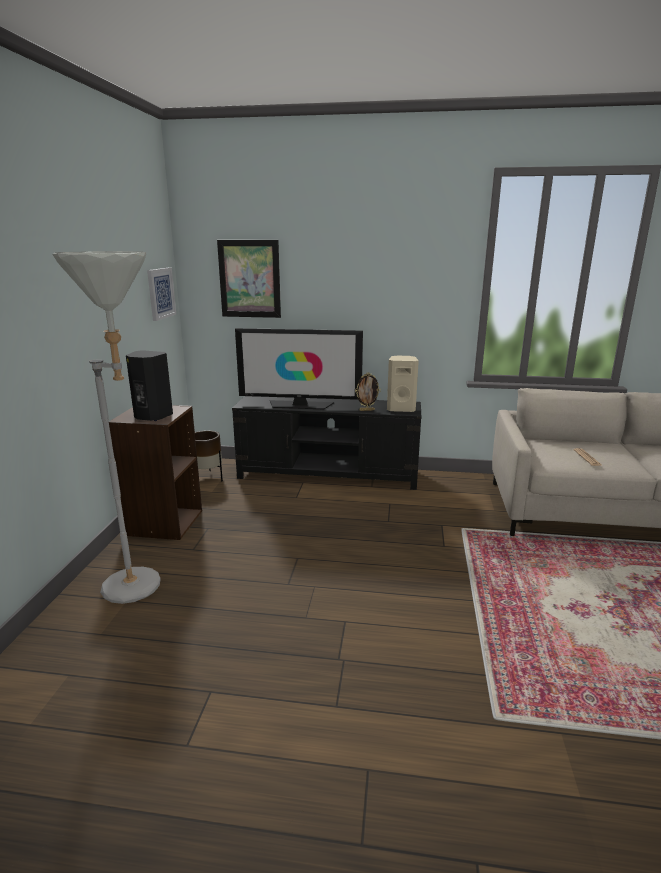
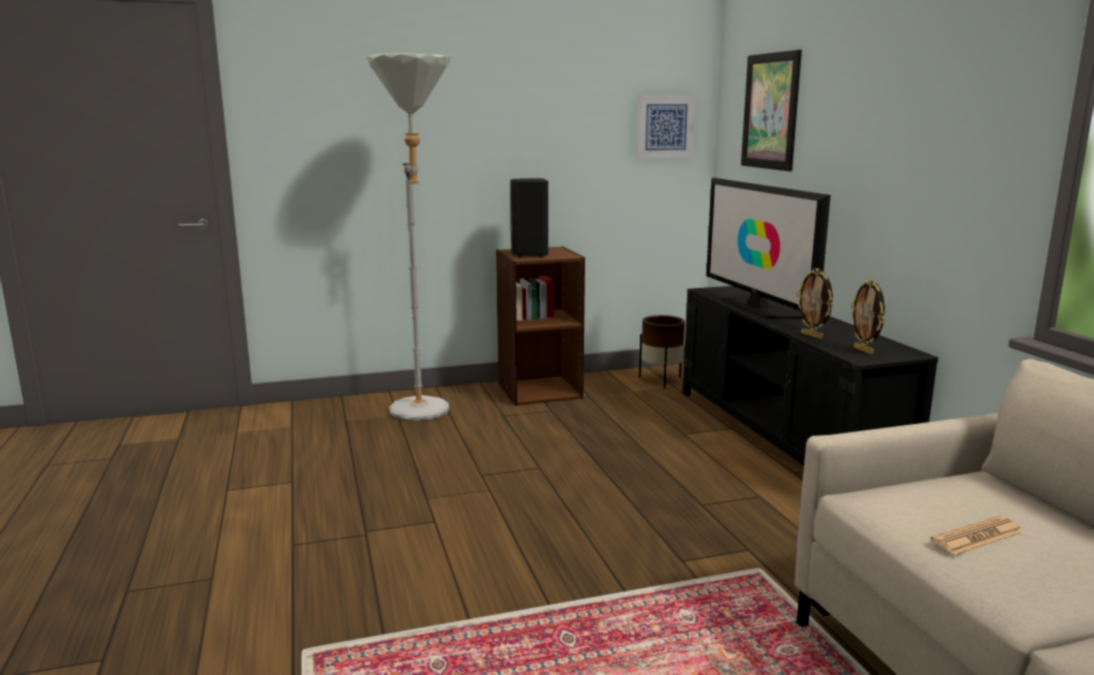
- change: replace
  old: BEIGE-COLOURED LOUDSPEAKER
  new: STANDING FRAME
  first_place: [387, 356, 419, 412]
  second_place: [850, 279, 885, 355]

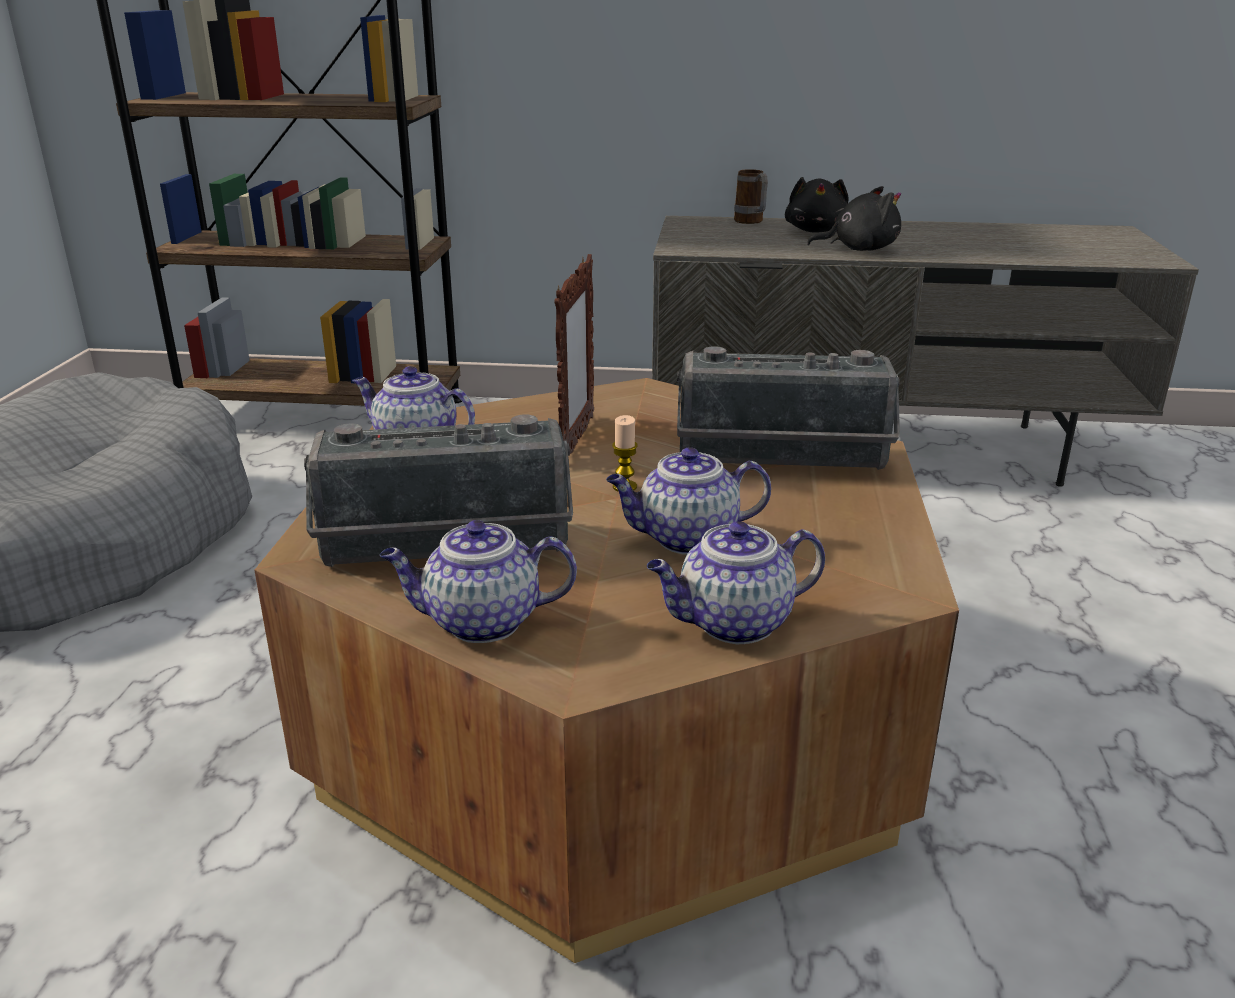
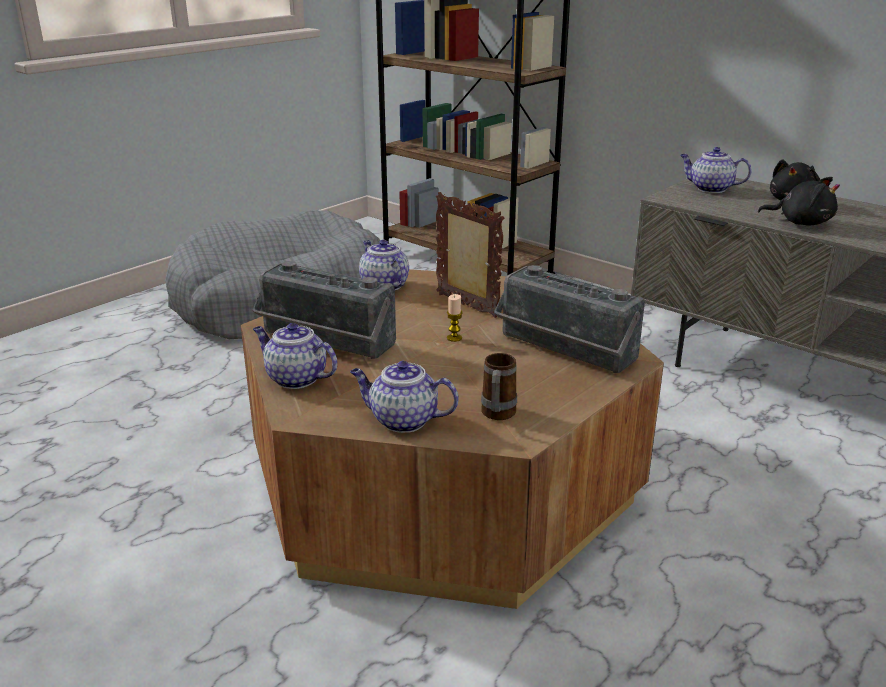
- change: move
  old: COFFEE MUG
  first_place: [734, 169, 768, 224]
  second_place: [481, 353, 517, 420]
- change: rotate
  old: STANDING FRAME
  first_place: [555, 254, 594, 454]
  second_place: [436, 192, 504, 318]
  degrees: -90
- change: move
  old: POT FOR TEA
  first_place: [606, 447, 771, 555]
  second_place: [680, 147, 752, 193]

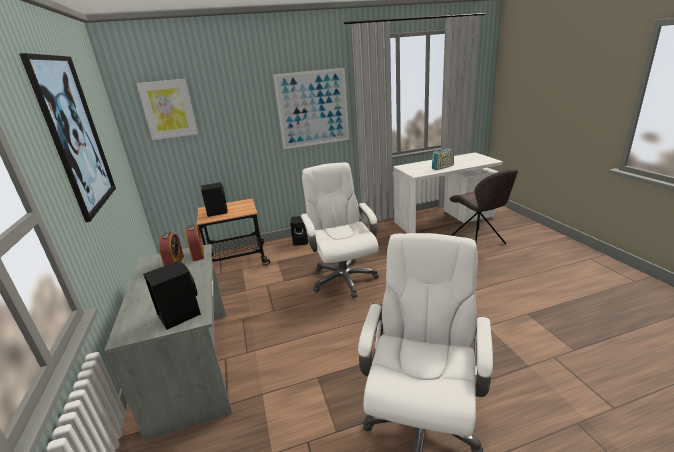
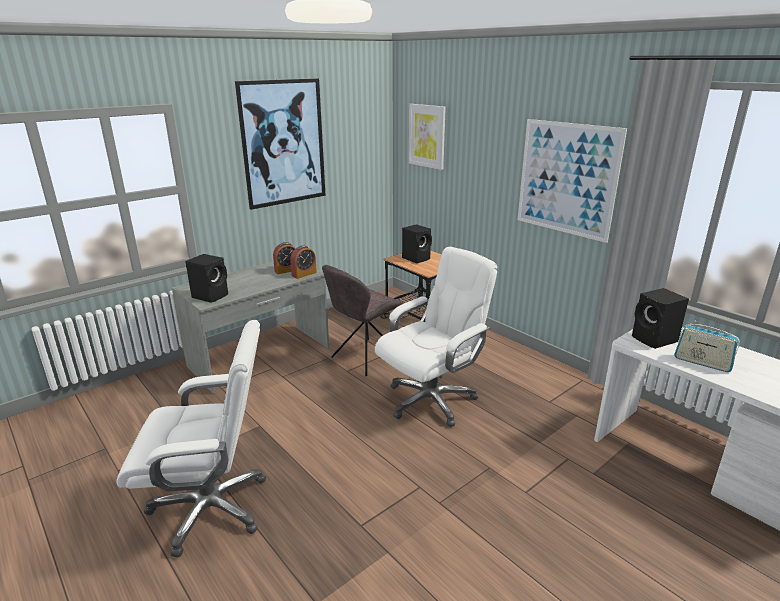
- change: move
  old: GRAY UPRIGHT CHAIR
  first_place: [450, 168, 518, 244]
  second_place: [322, 265, 404, 376]
- change: move
  old: BLACKISH LOUDSPEAKER
  first_place: [290, 216, 308, 245]
  second_place: [632, 288, 689, 349]

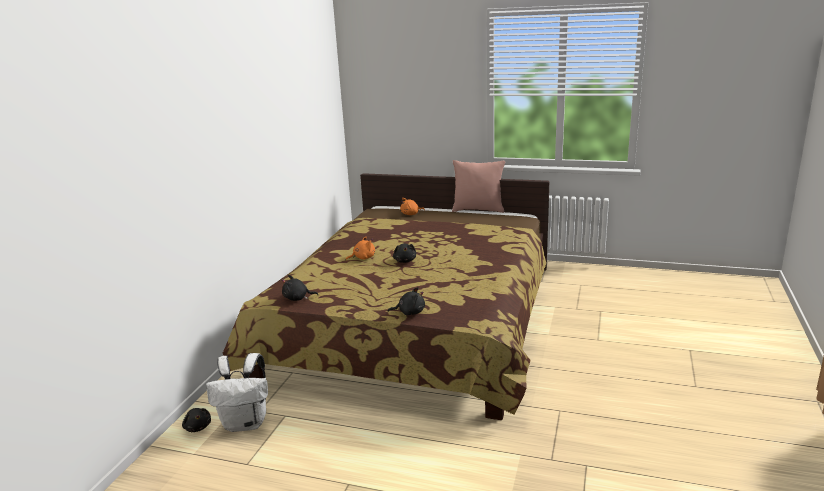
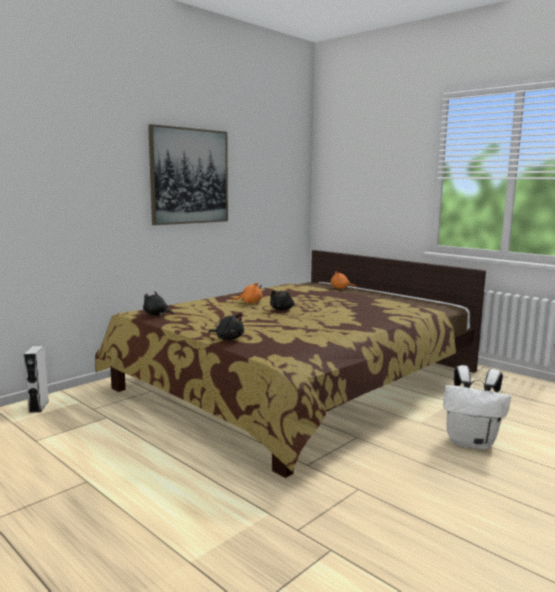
- change: delete
  old: PINK-COLOURED CUSHION
  first_place: [452, 160, 505, 213]
- change: move
  old: WHITE-COLOURED RUCKSACK
  first_place: [206, 353, 268, 432]
  second_place: [443, 365, 511, 450]
- change: replace
  old: BLACKISH SOFT TOY
  new: GRAY LOUDSPEAKER
  first_place: [182, 408, 211, 432]
  second_place: [24, 345, 49, 413]
- change: insert
  new: PICTURE
  second_place: [148, 124, 228, 225]

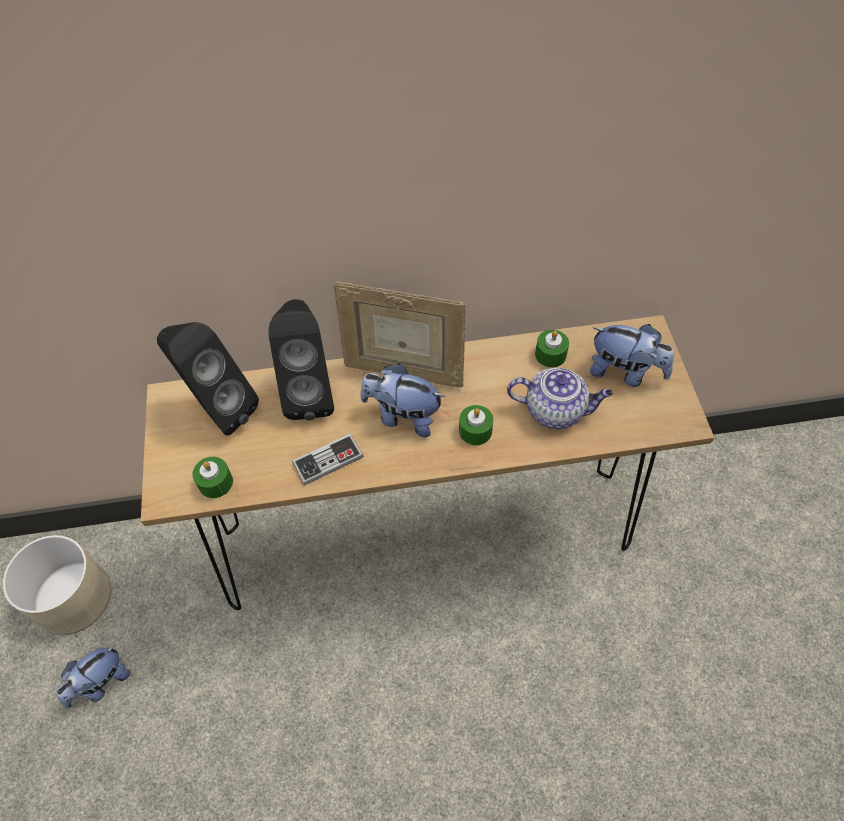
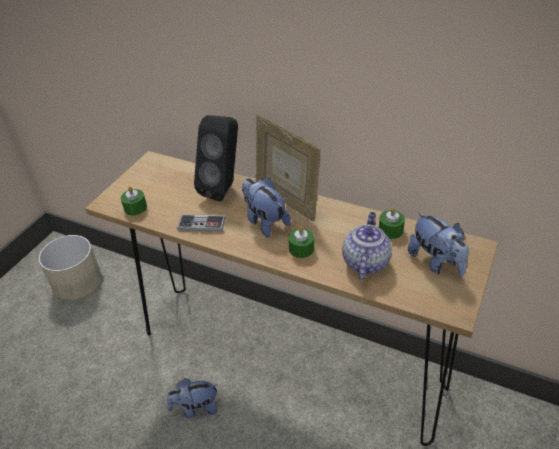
- change: delete
  old: BLACKISH LOUDSPEAKER
  first_place: [157, 322, 259, 436]
- change: rotate
  old: POT FOR TEA
  first_place: [507, 367, 613, 429]
  second_place: [342, 212, 392, 280]
  degrees: -120
- change: move
  old: SOFT TOY
  first_place: [56, 645, 130, 708]
  second_place: [167, 378, 218, 418]

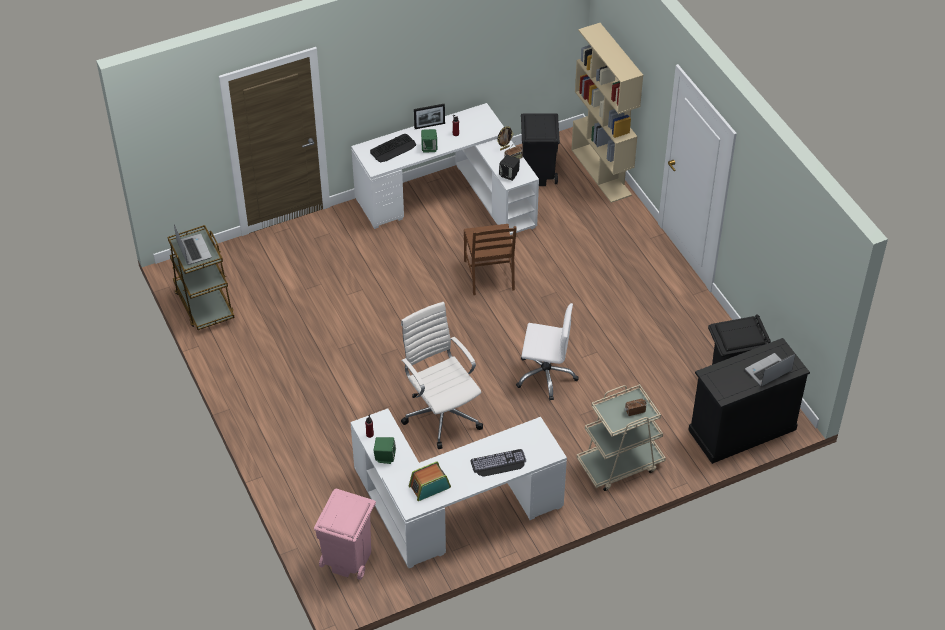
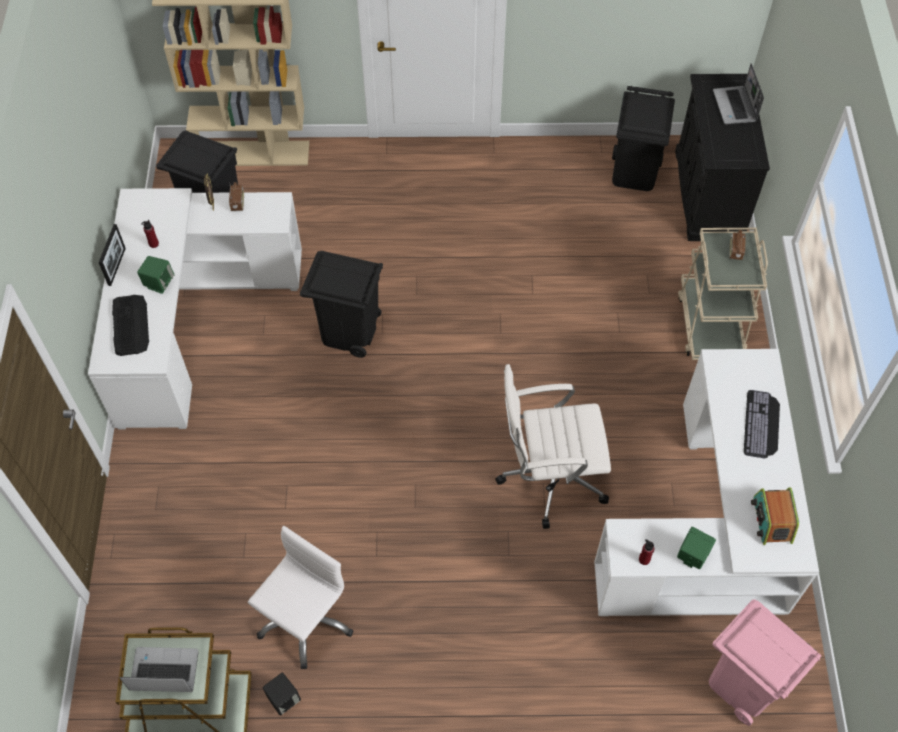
- change: move
  old: BLACKISH LOUDSPEAKER
  first_place: [499, 155, 520, 181]
  second_place: [262, 673, 301, 715]
- change: replace
  old: BROWN UPRIGHT CHAIR
  new: BLACKISH WASTE BIN
  first_place: [464, 224, 517, 295]
  second_place: [300, 251, 383, 358]
- change: move
  old: WHITE-COLOURED OFFICE CHAIR
  first_place: [516, 303, 579, 400]
  second_place: [248, 526, 353, 669]

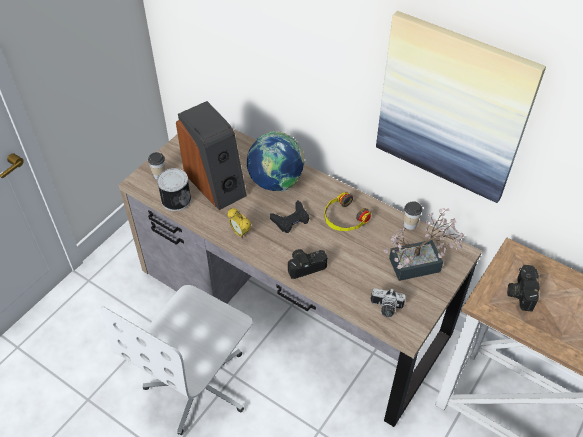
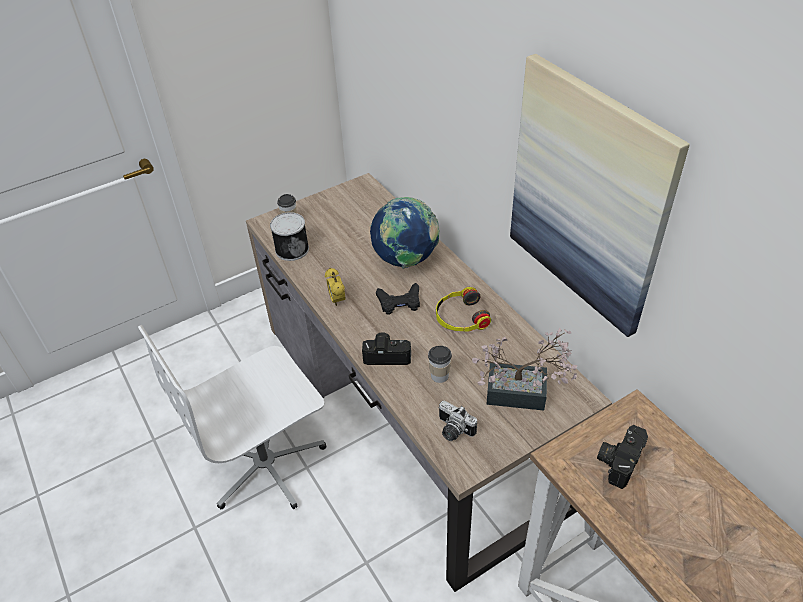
- change: delete
  old: LOUDSPEAKER
  first_place: [176, 101, 247, 210]
- change: move
  old: SMALL CUP
  first_place: [404, 201, 422, 230]
  second_place: [428, 345, 452, 383]

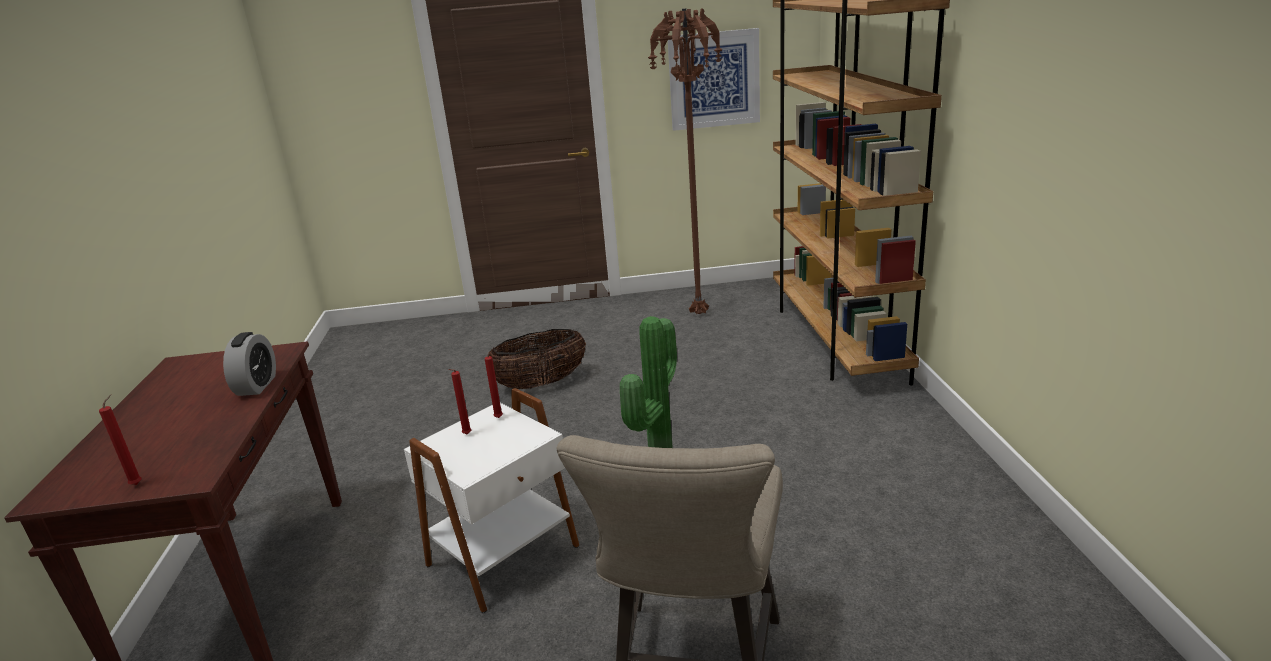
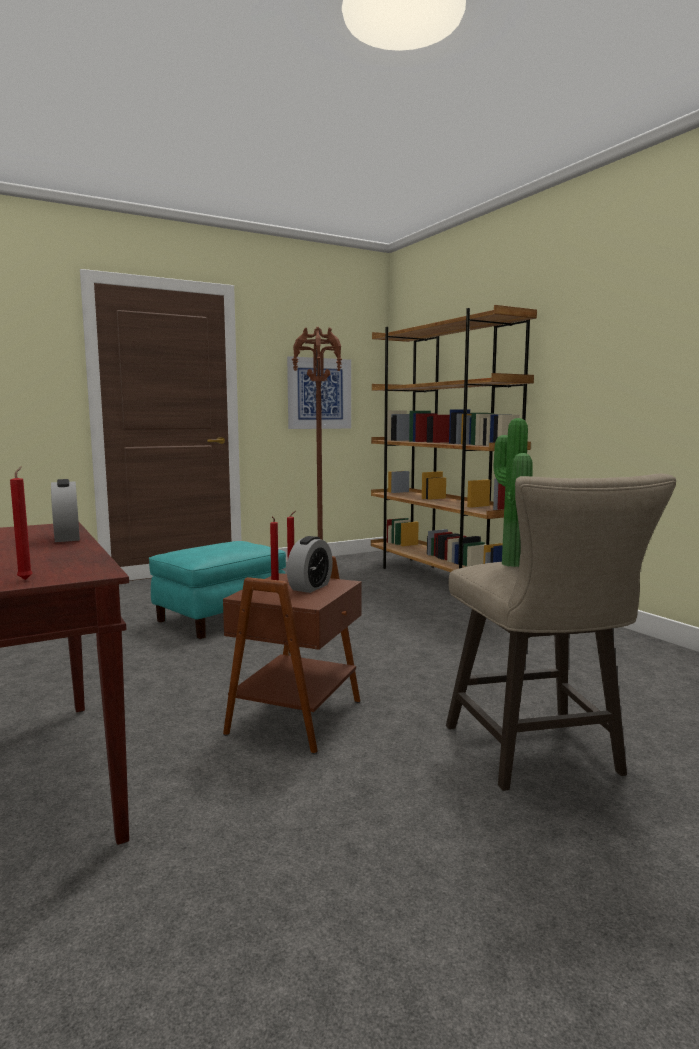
- change: replace
  old: HOUSEHOLD BASKET
  new: BLUE-GREEN POUFFE
  first_place: [487, 329, 586, 389]
  second_place: [149, 541, 286, 639]
- change: recolor
  old: WHITE-COLOURED ACCENT TABLE
  new: BROWN ACCENT TABLE
  first_place: [404, 388, 580, 613]
  second_place: [223, 556, 362, 754]
- change: insert
  new: ALARM CLOCK
  second_place: [287, 536, 333, 593]

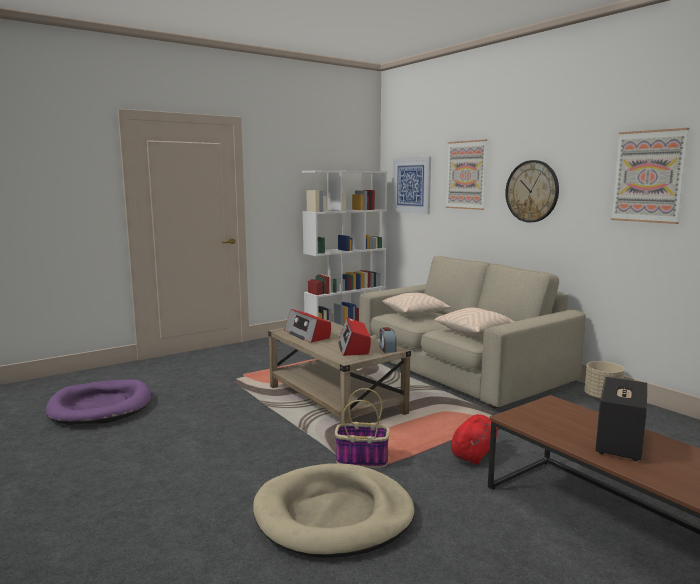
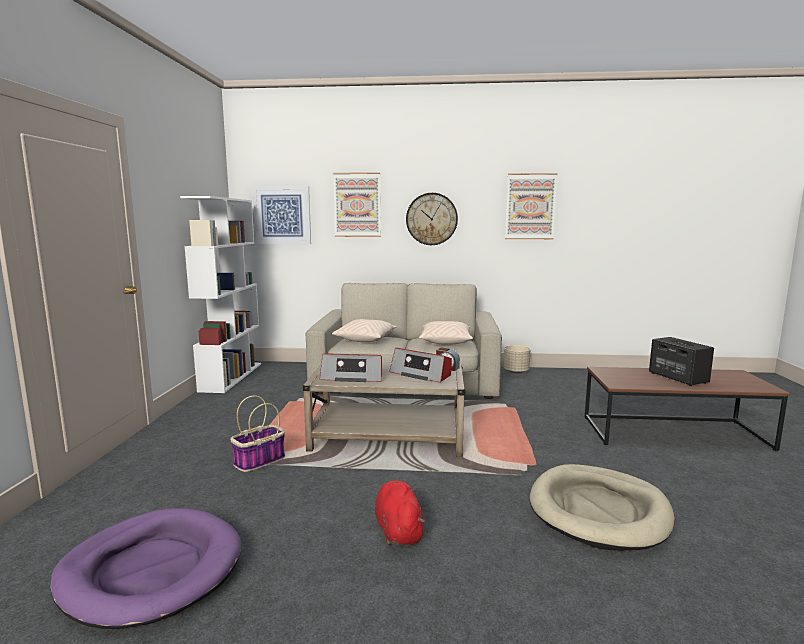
- change: move
  old: HOUSEHOLD BASKET
  first_place: [335, 388, 390, 468]
  second_place: [230, 396, 285, 472]
- change: move
  old: RED SOFT TOY
  first_place: [451, 414, 499, 465]
  second_place: [375, 481, 426, 546]

